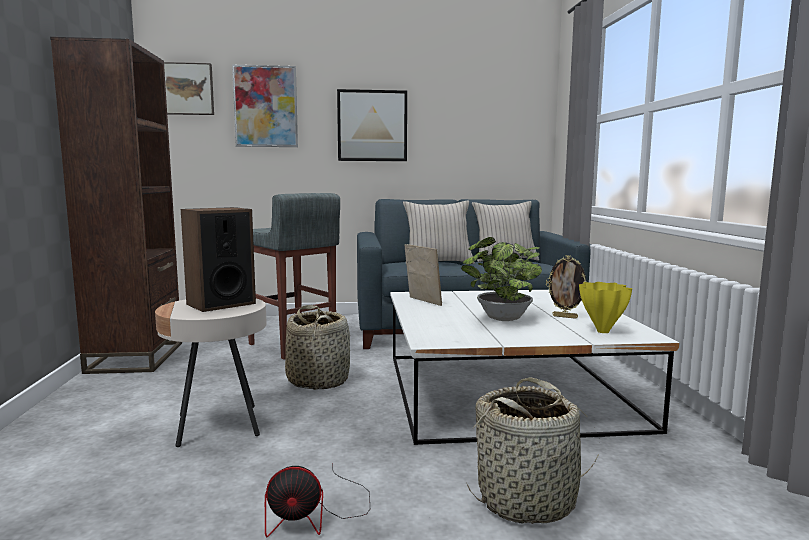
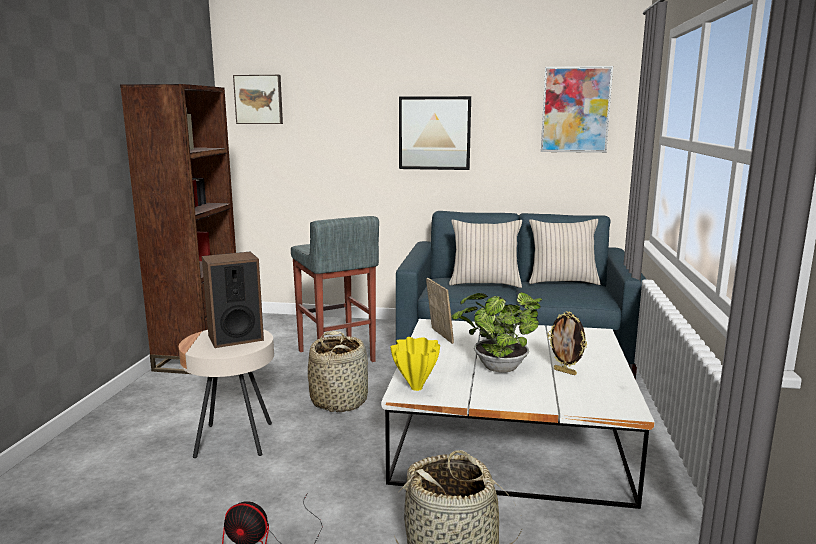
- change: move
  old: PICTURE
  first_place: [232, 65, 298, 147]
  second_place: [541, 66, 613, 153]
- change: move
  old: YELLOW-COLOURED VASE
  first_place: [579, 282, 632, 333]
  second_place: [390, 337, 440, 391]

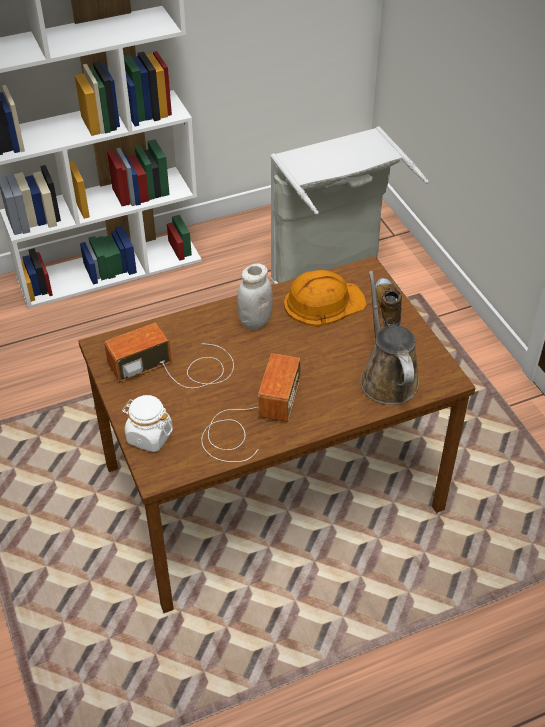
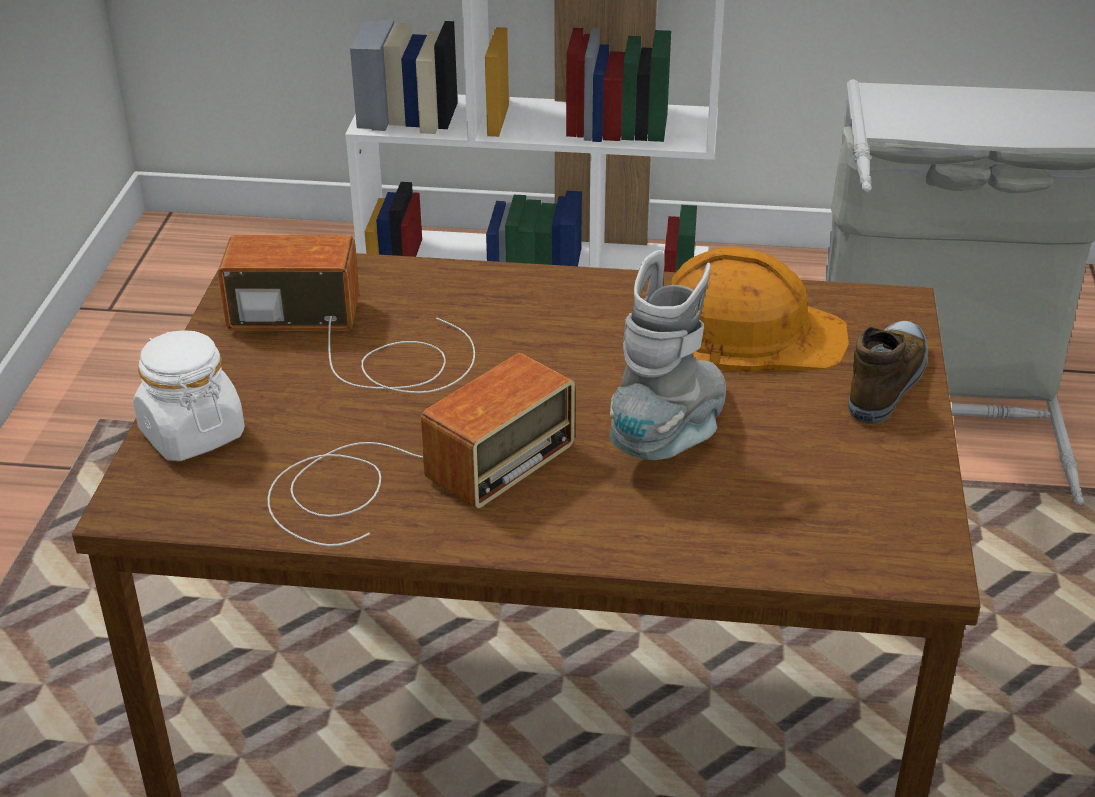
- change: delete
  old: WHITE-COLOURED STORAGE JAR
  first_place: [237, 263, 273, 329]
- change: delete
  old: BROWN WATERING CAN
  first_place: [360, 271, 419, 405]
- change: insert
  new: GRAY TALL BOOT
  second_place: [609, 250, 726, 460]

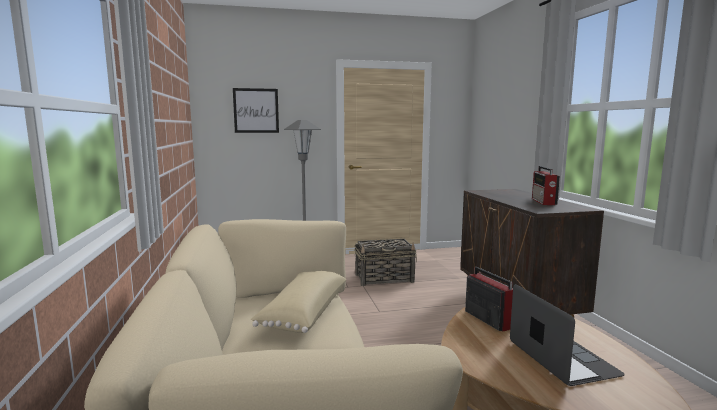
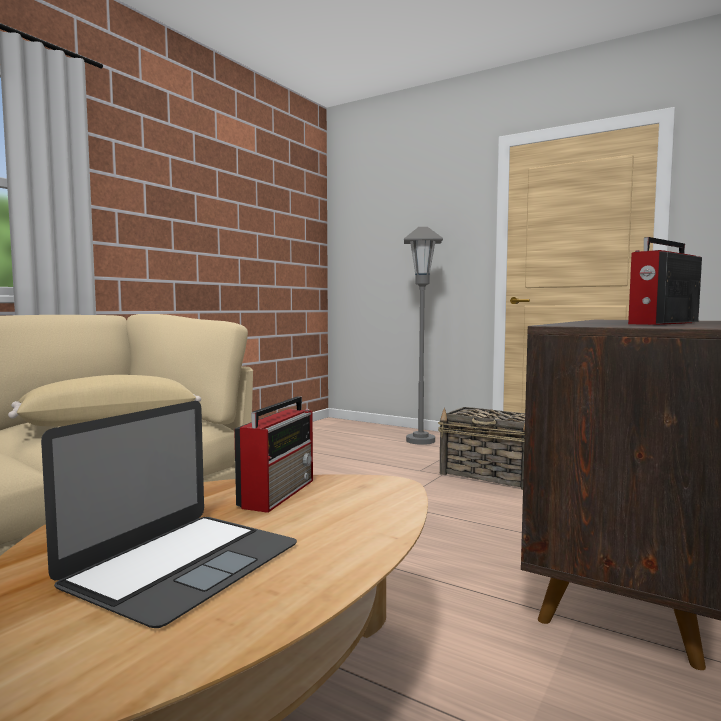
- change: delete
  old: PICTURE
  first_place: [233, 88, 279, 133]

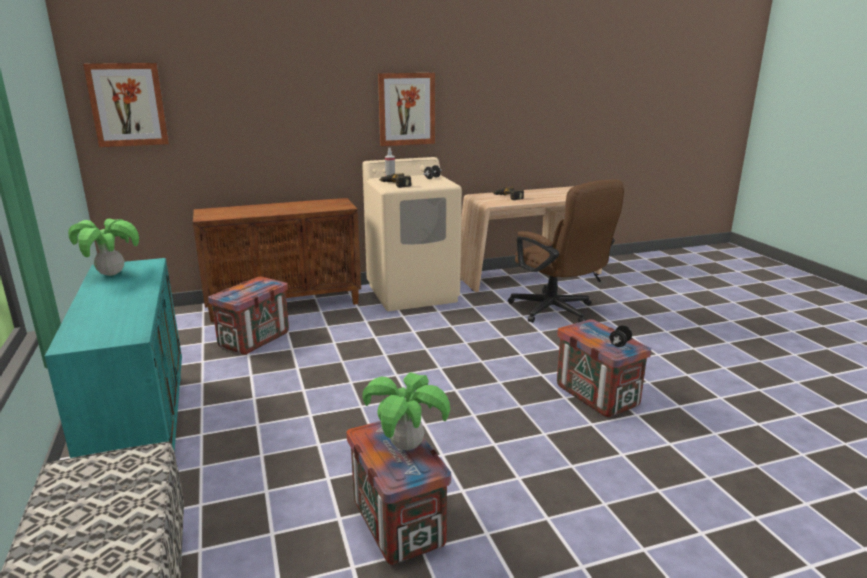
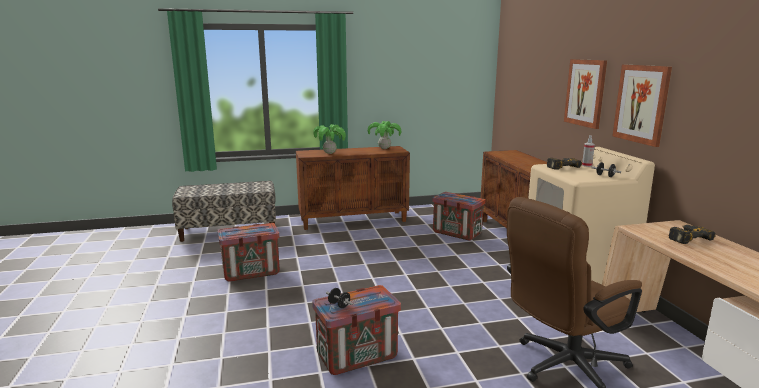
- change: move
  old: PICTURE
  first_place: [83, 63, 169, 147]
  second_place: [564, 59, 607, 129]
- change: recolor
  old: BLUE-GREEN CABINET
  new: BROWN CABINET
  first_place: [45, 258, 182, 458]
  second_place: [296, 146, 410, 230]
- change: move
  old: PLANT IN A POT
  first_place: [362, 372, 450, 450]
  second_place: [313, 124, 346, 154]

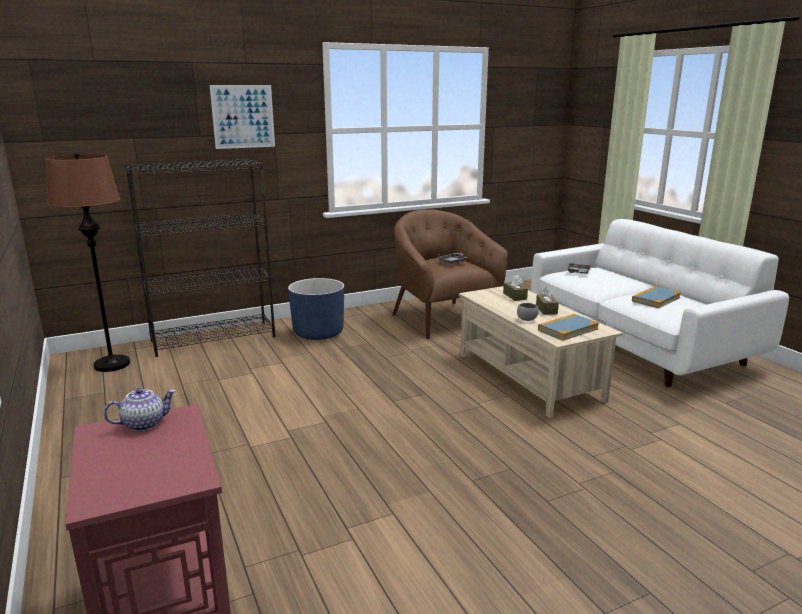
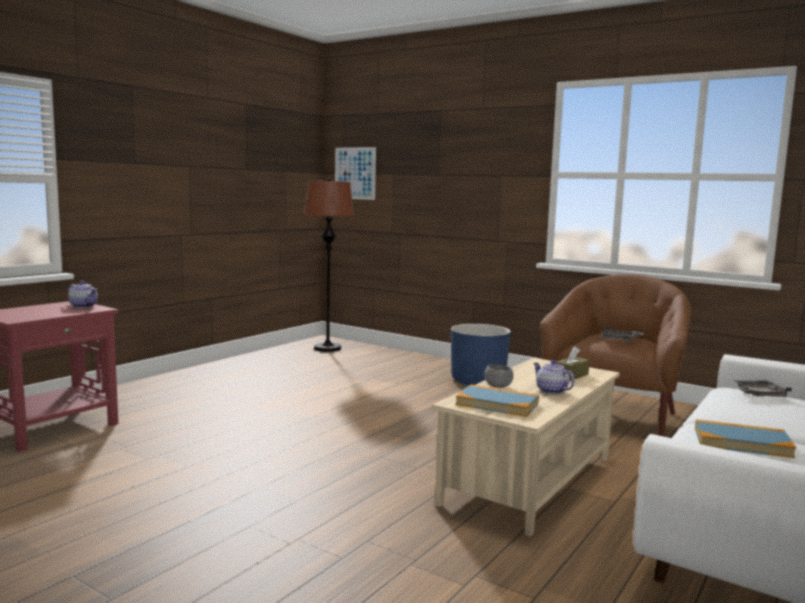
- change: move
  old: PICTURE
  first_place: [210, 85, 275, 149]
  second_place: [335, 147, 376, 200]
- change: delete
  old: BLACKISH SHELVING UNIT
  first_place: [125, 159, 275, 357]
- change: replace
  old: BROWN TISSUE BOX
  new: POT FOR TEA
  first_place: [536, 287, 559, 315]
  second_place: [533, 360, 575, 394]

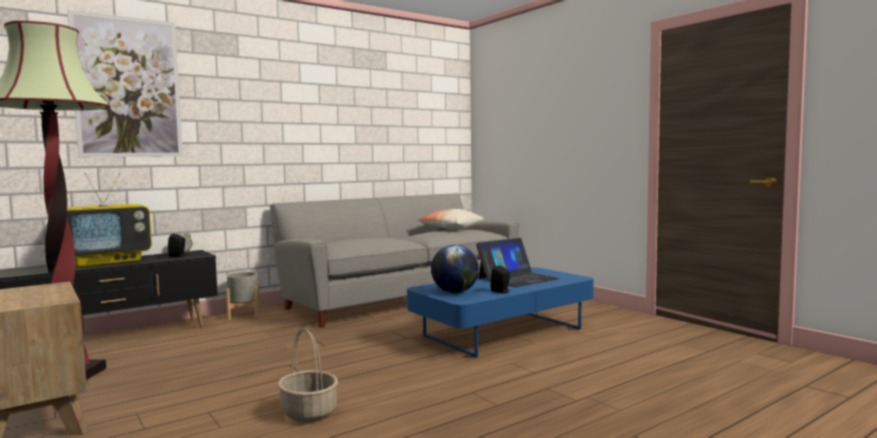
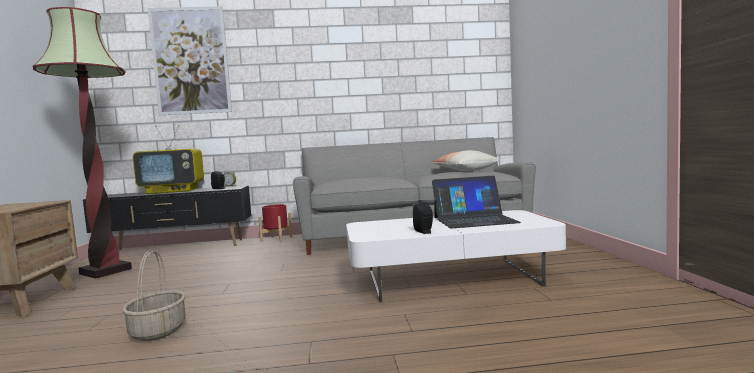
- change: delete
  old: GLOBE
  first_place: [431, 245, 479, 293]
- change: recolor
  old: BLUE-COLOURED COFFEE TABLE
  new: WHITE-COLOURED COFFEE TABLE
  first_place: [407, 267, 594, 358]
  second_place: [346, 210, 566, 302]
- change: recolor
  old: GRAY PLANT POT
  new: RED PLANT POT
  first_place: [226, 272, 260, 320]
  second_place: [258, 204, 292, 242]

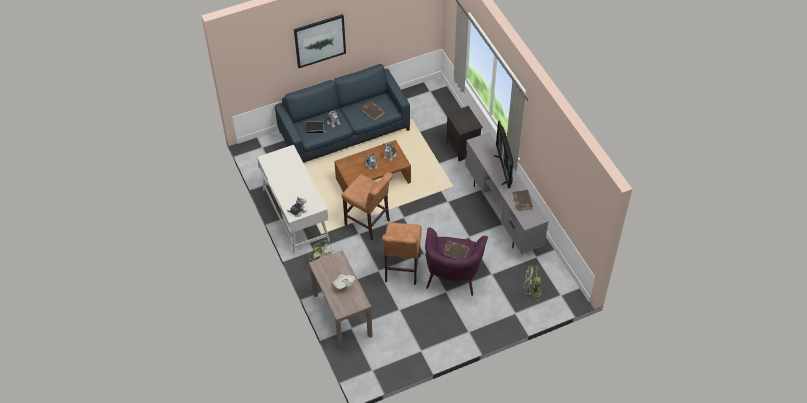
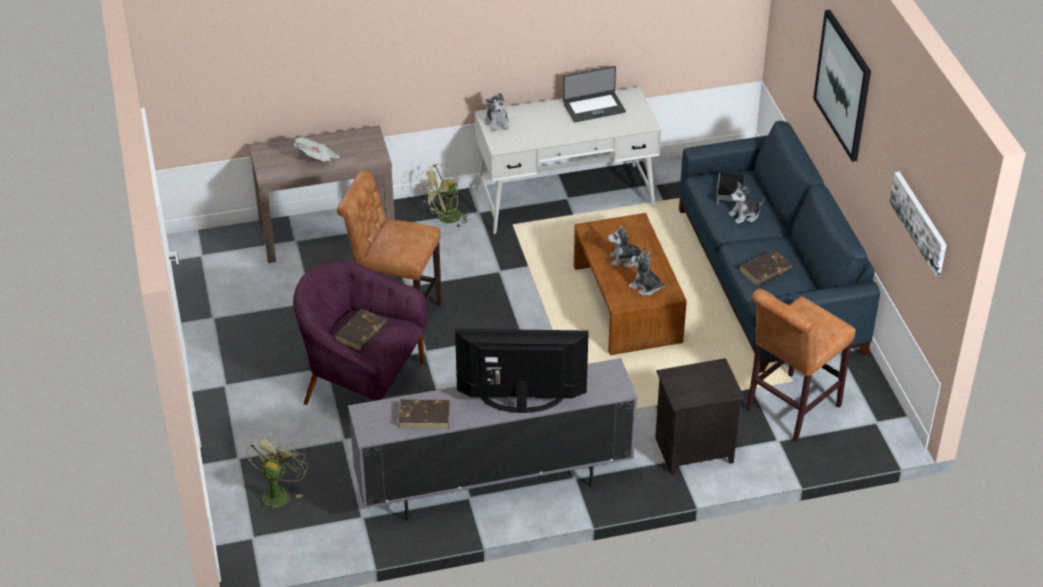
- change: move
  old: BROWN SITTING STOOL
  first_place: [342, 172, 393, 240]
  second_place: [746, 289, 856, 442]
- change: insert
  new: NOTEBOOK COMPUTER
  second_place: [563, 66, 626, 122]
- change: insert
  new: PICTURE
  second_place: [889, 172, 947, 276]

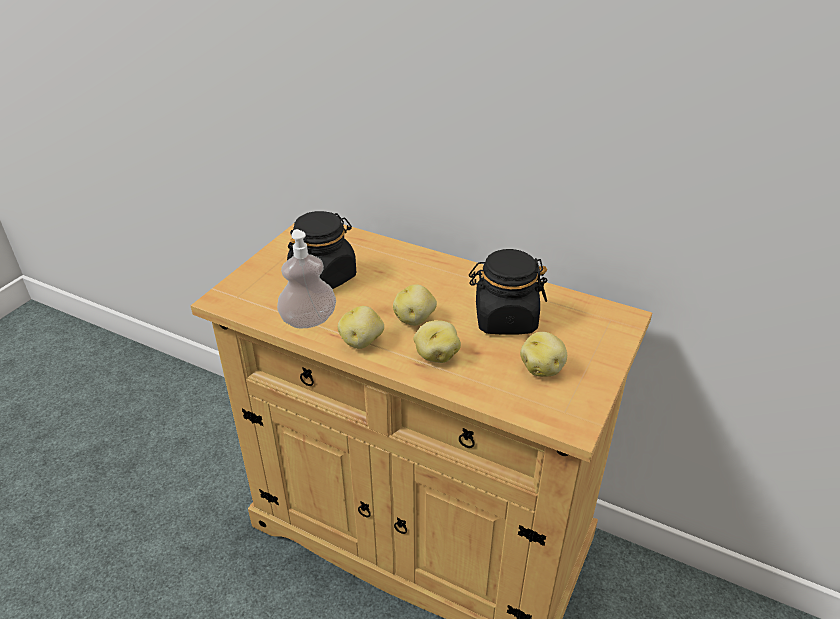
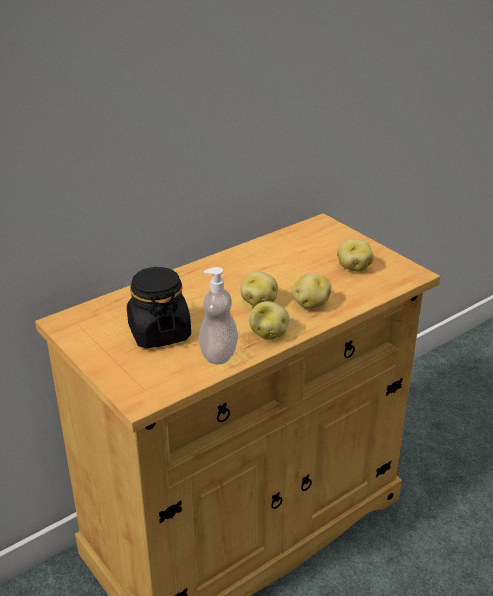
- change: delete
  old: BLACKISH STORAGE JAR
  first_place: [469, 249, 547, 335]

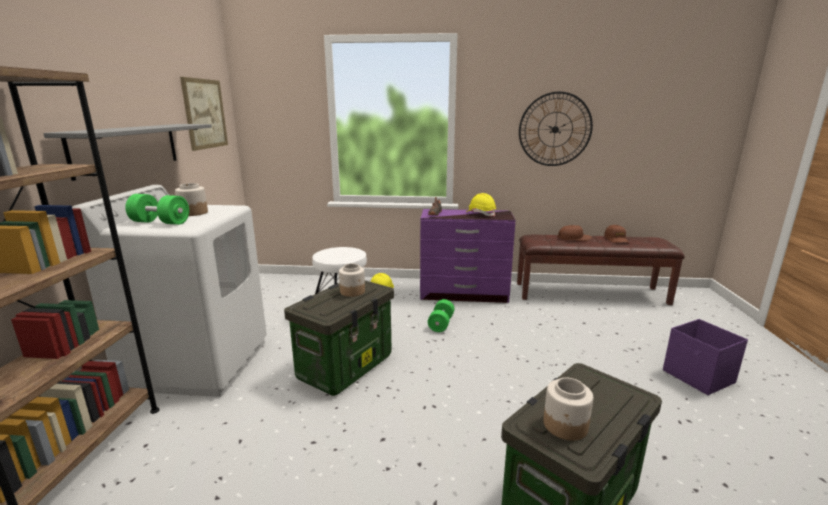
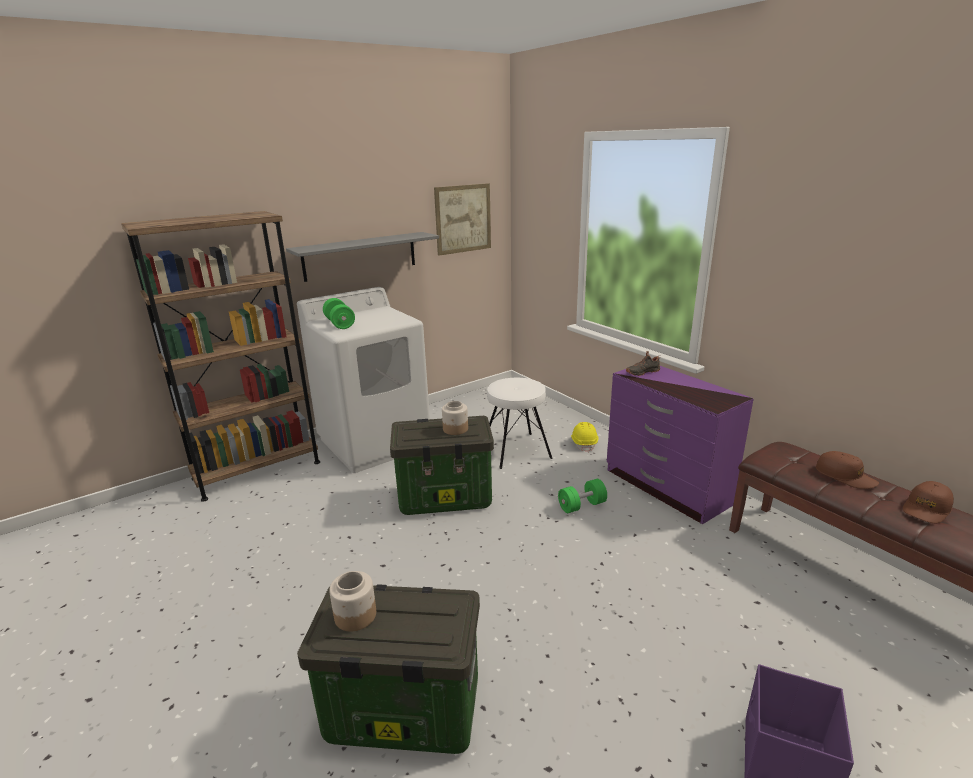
- change: delete
  old: HANGING CLOCK
  first_place: [519, 92, 593, 166]
- change: delete
  old: STORAGE JAR
  first_place: [175, 183, 208, 216]
- change: delete
  old: YELLOW-COLOURED SAFETY HELMET
  first_place: [466, 193, 496, 216]

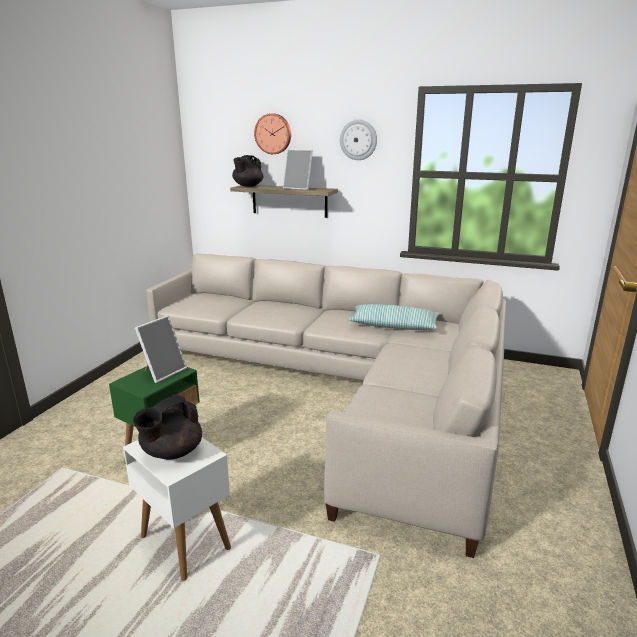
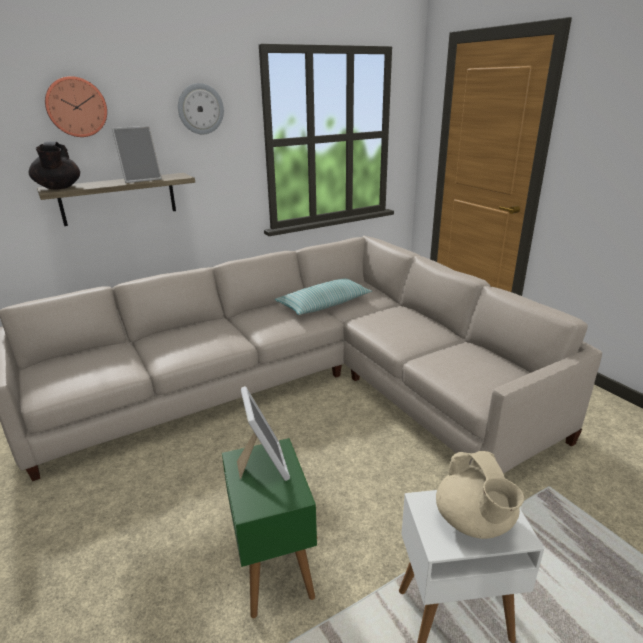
- change: recolor
  old: BLACKISH POT FOR TEA
  new: BEIGE-COLOURED POT FOR TEA
  first_place: [133, 395, 202, 460]
  second_place: [436, 451, 524, 539]

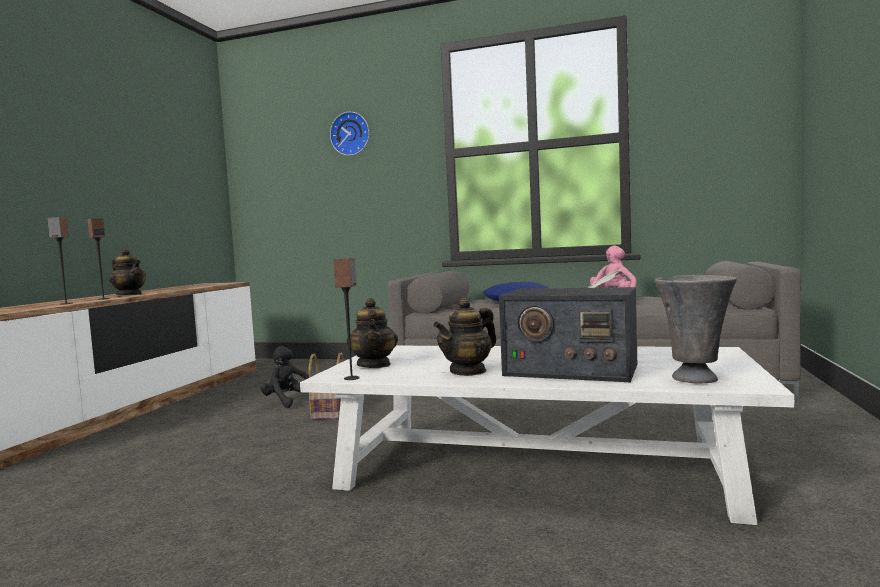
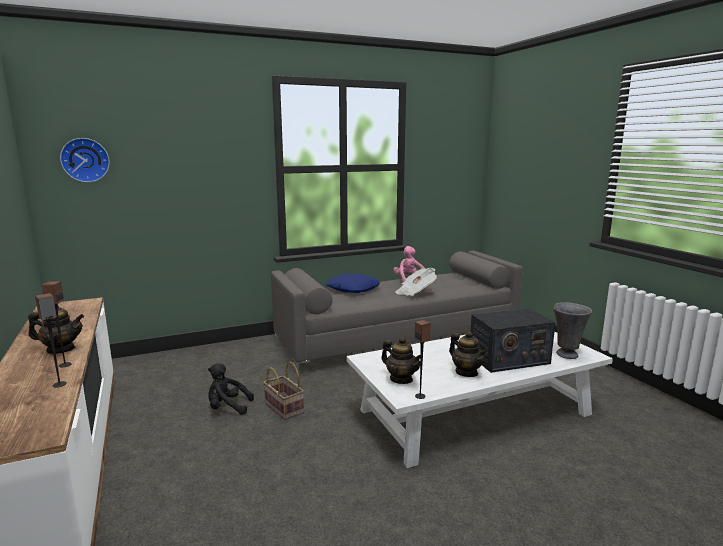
- change: move
  old: HANGING CLOCK
  first_place: [330, 112, 369, 156]
  second_place: [60, 138, 110, 182]
- change: rotate
  old: POT FOR TEA
  first_place: [433, 298, 497, 376]
  second_place: [449, 331, 488, 377]
  degrees: -45

